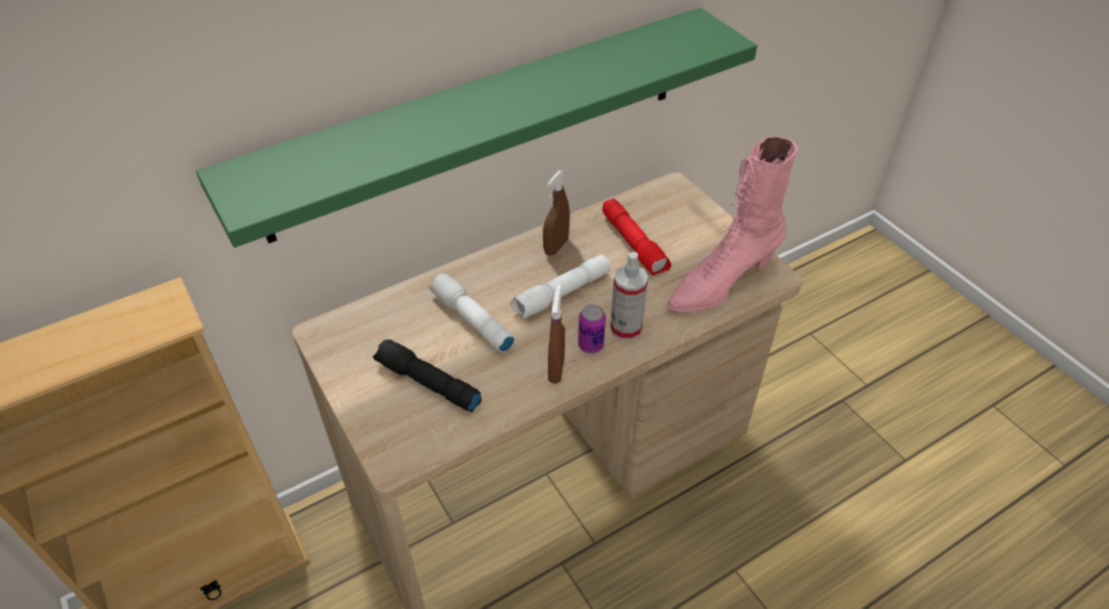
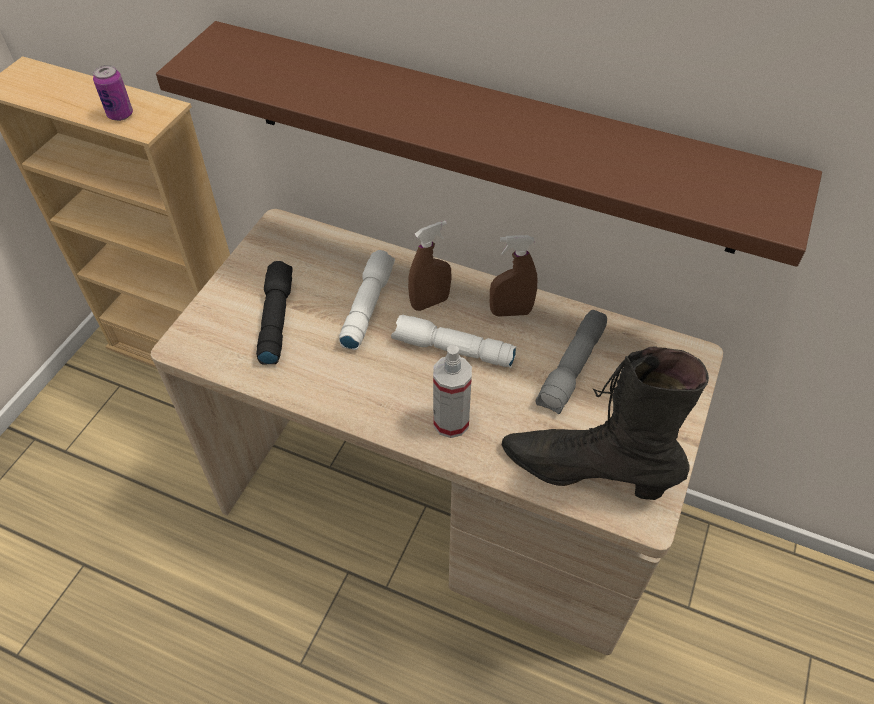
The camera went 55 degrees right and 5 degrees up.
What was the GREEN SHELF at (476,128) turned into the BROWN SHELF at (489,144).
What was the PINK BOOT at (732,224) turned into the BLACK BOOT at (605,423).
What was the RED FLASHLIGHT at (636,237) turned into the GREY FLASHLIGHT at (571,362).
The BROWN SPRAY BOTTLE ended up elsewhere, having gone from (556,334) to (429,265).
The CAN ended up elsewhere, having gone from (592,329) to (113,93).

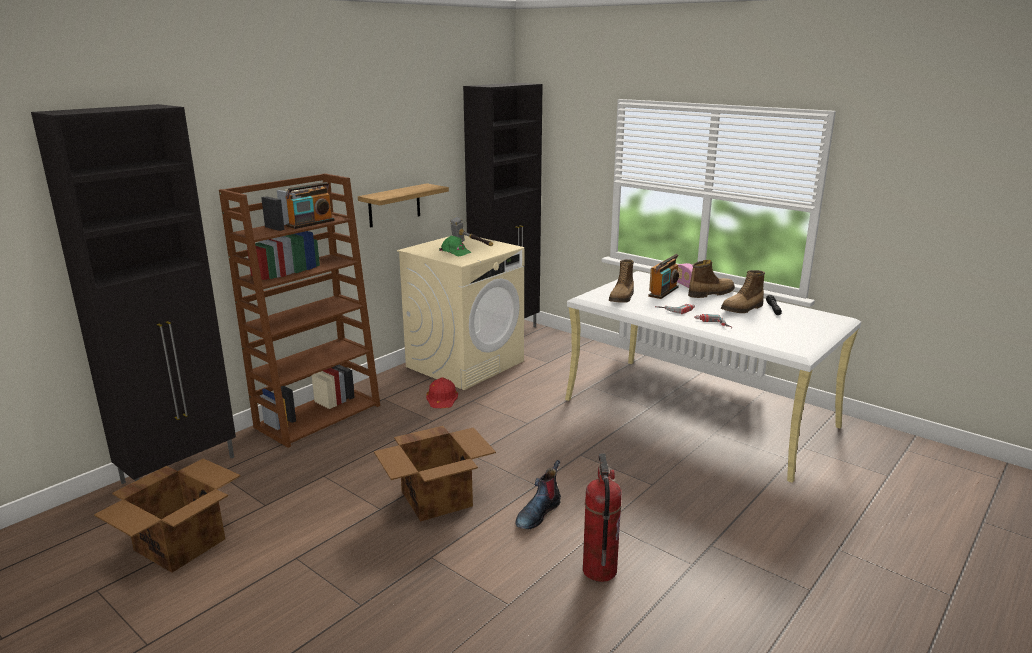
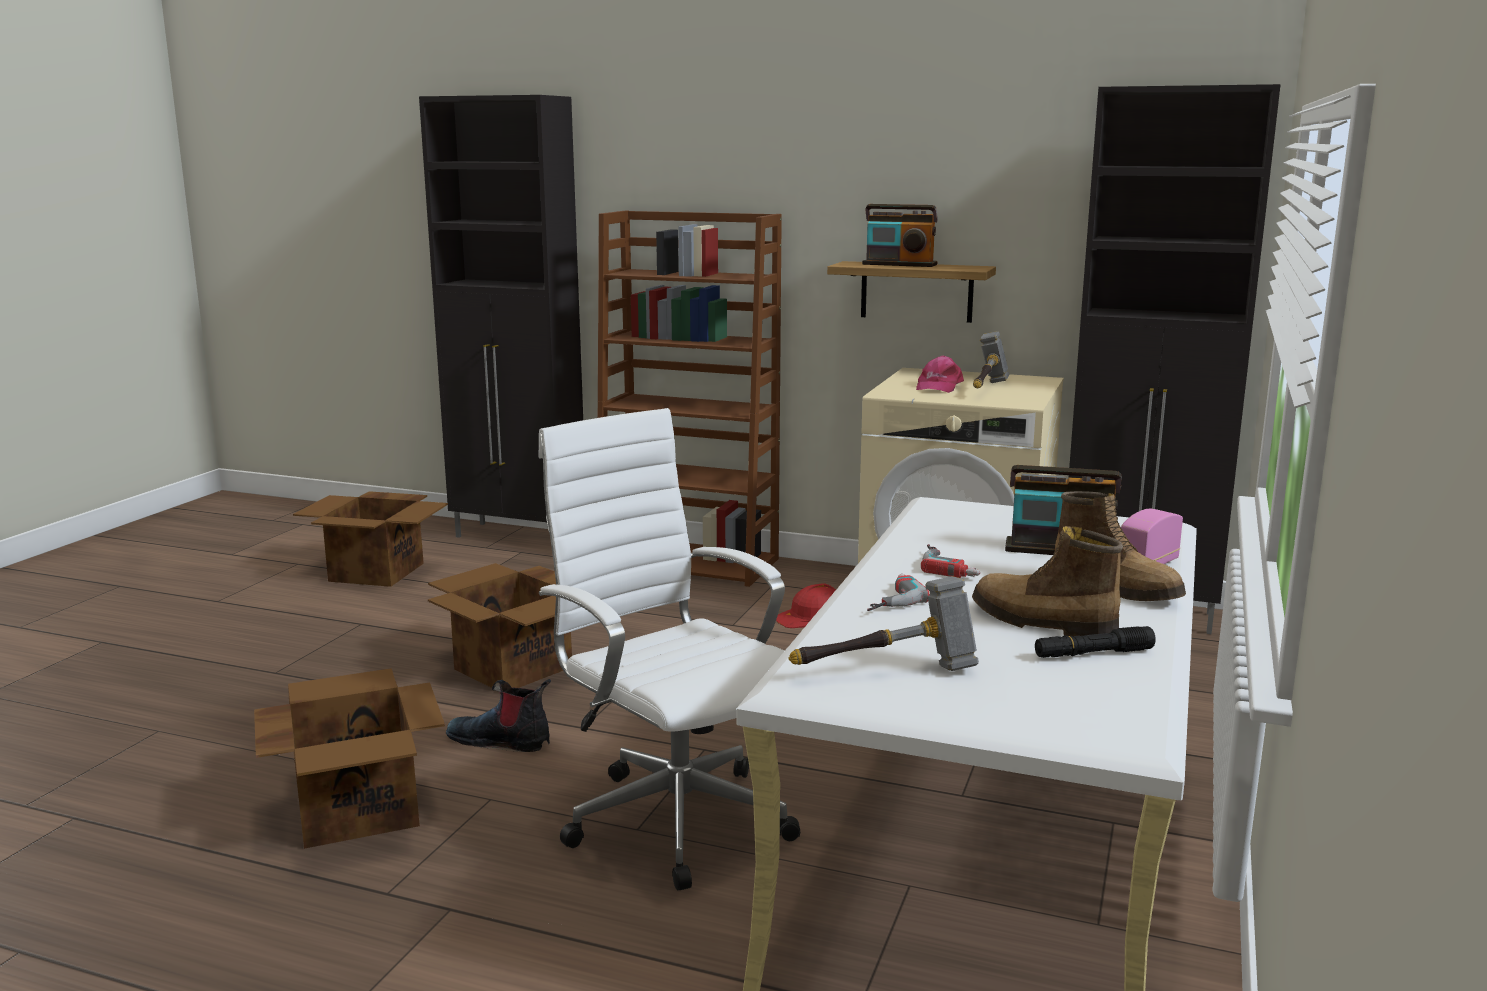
The camera went 70 degrees right and 5 degrees down.
The RADIO ended up elsewhere, having gone from (310,205) to (900,235).
What was the GREEN CAP at (455,246) turned into the PINK CAP at (940,374).
The second view lost the BOOT at (621,281).
Where the FIRE EXTINGUISHER stood at (602,518), the CARDBOARD BOX came to stand at (349,758).
The second view gained the WHITE OFFICE CHAIR at (669,649).
The second view gained the HAMMER at (883,623).

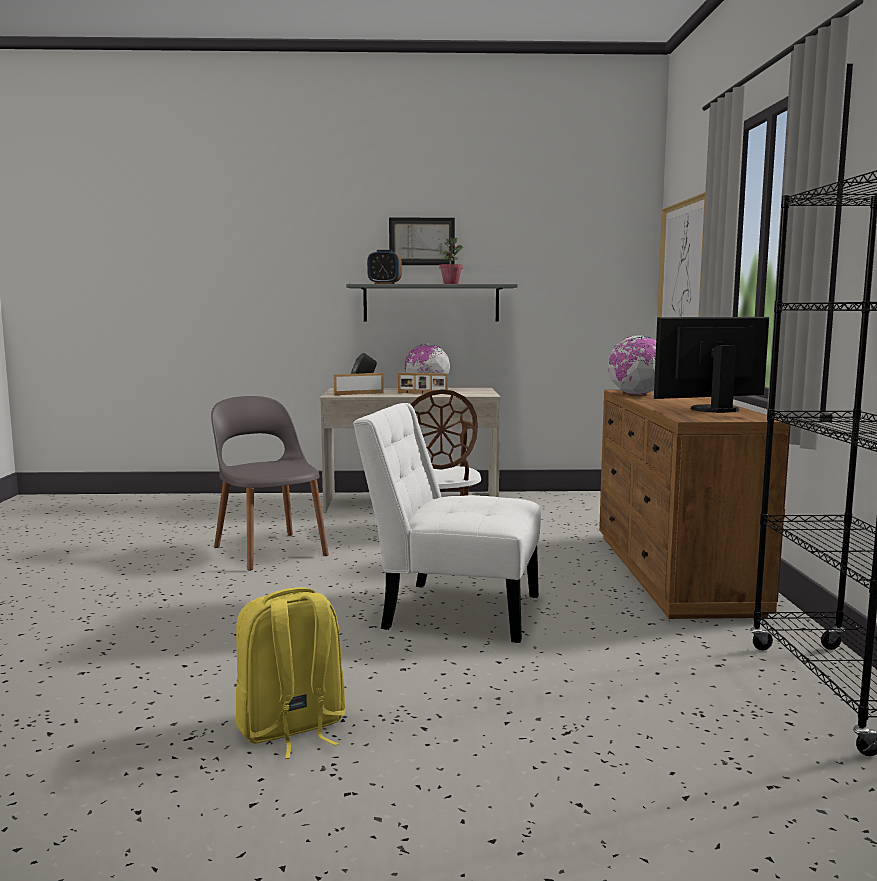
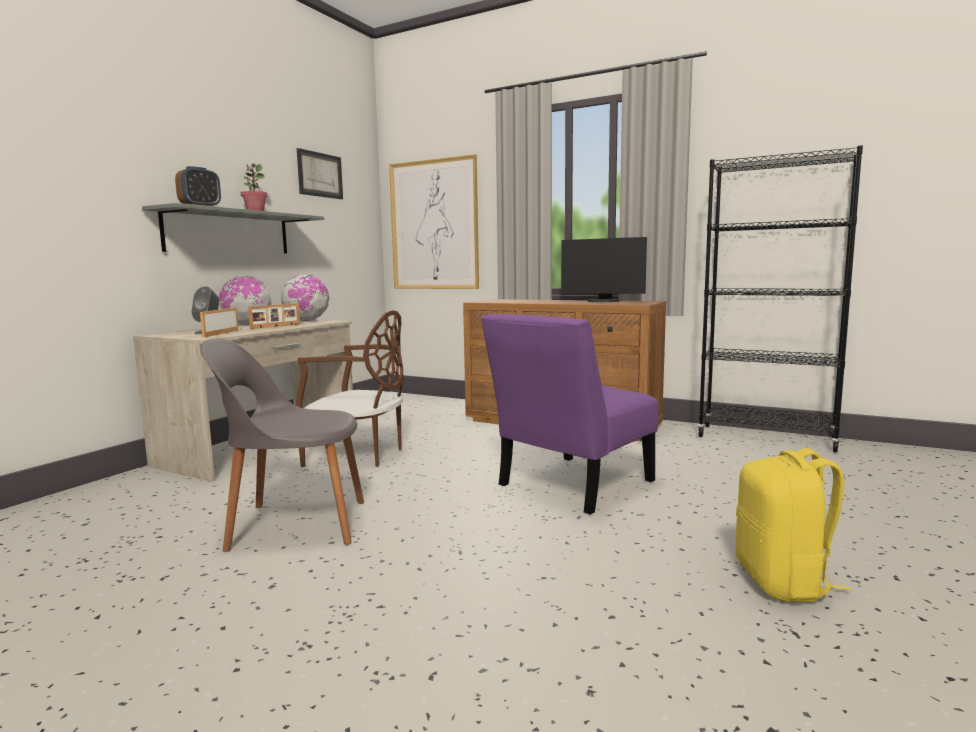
The camera went 60 degrees left and 0 degrees up.
The PICTURE ended up elsewhere, having gone from (422,241) to (320,173).
The MONITOR at (711,365) ended up facing another way, 75 degrees counterclockwise from before.
The GLOBE ended up elsewhere, having gone from (632,365) to (305,297).
What was the WHITE CHAIR at (447,523) turned into the PURPLE CHAIR at (569,414).

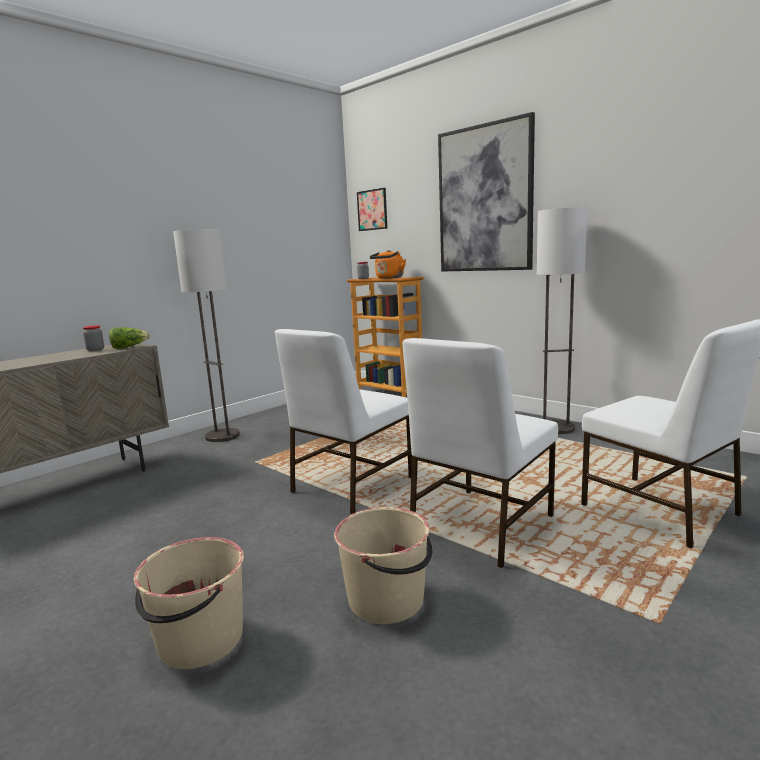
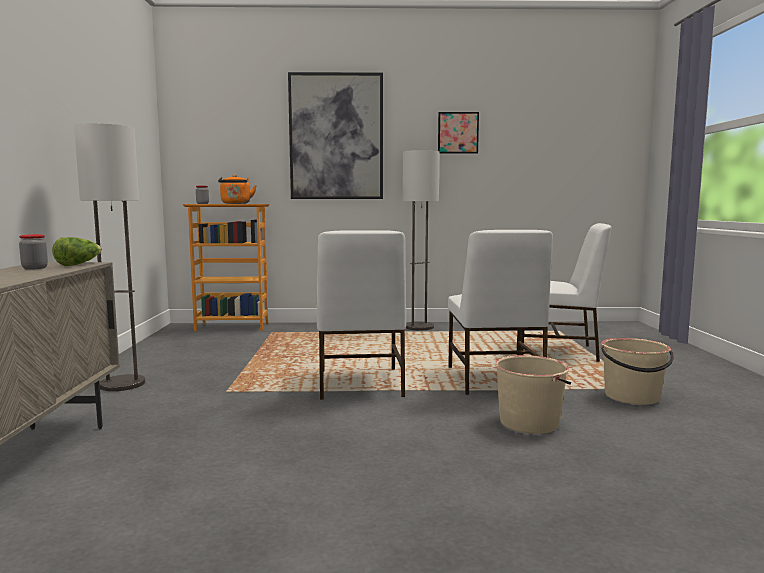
The camera went 45 degrees left and 5 degrees down.
The PICTURE ended up elsewhere, having gone from (372,209) to (458,133).
The BEIGE BUCKET ended up elsewhere, having gone from (189,603) to (637,371).

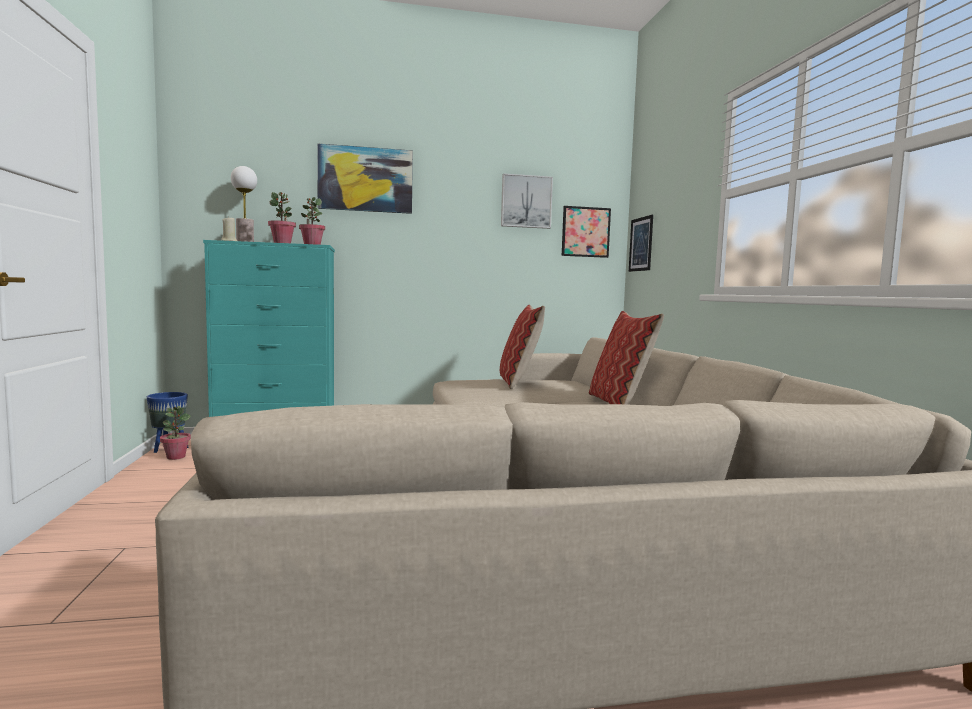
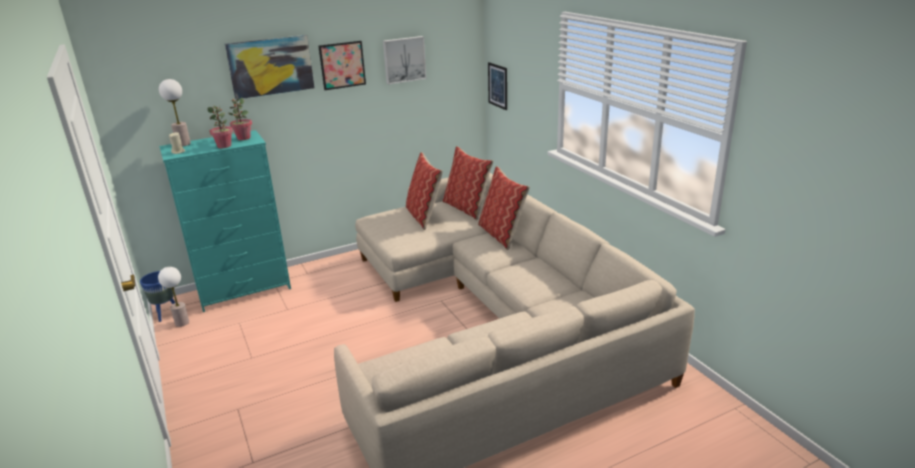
The camera went 15 degrees left and 20 degrees up.
The PICTURE ended up elsewhere, having gone from (586,232) to (342,65).
Where the POTTED PLANT stood at (175,433), the TABLE LAMP came to stand at (173,297).
The second view gained the PILLOW at (468,183).

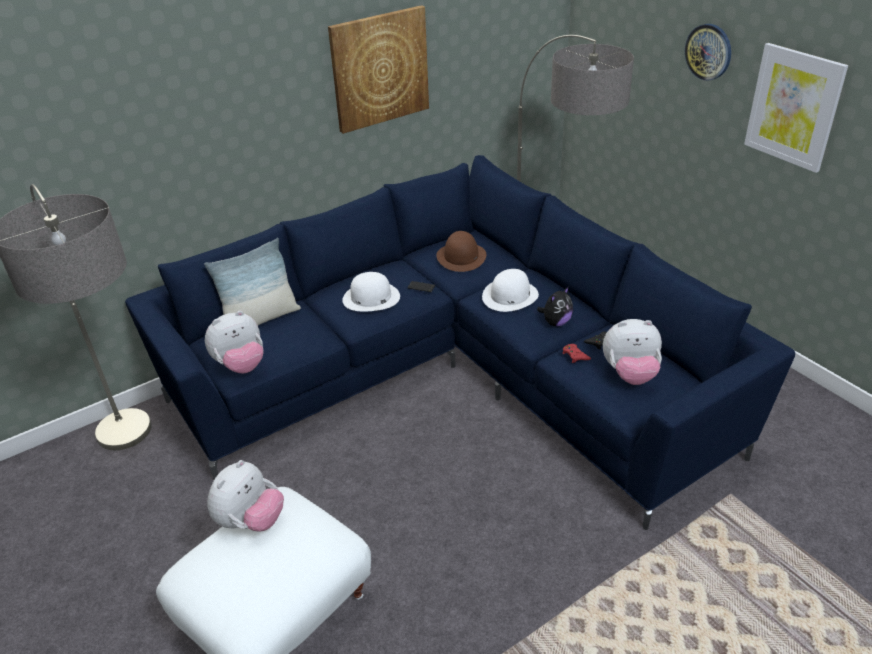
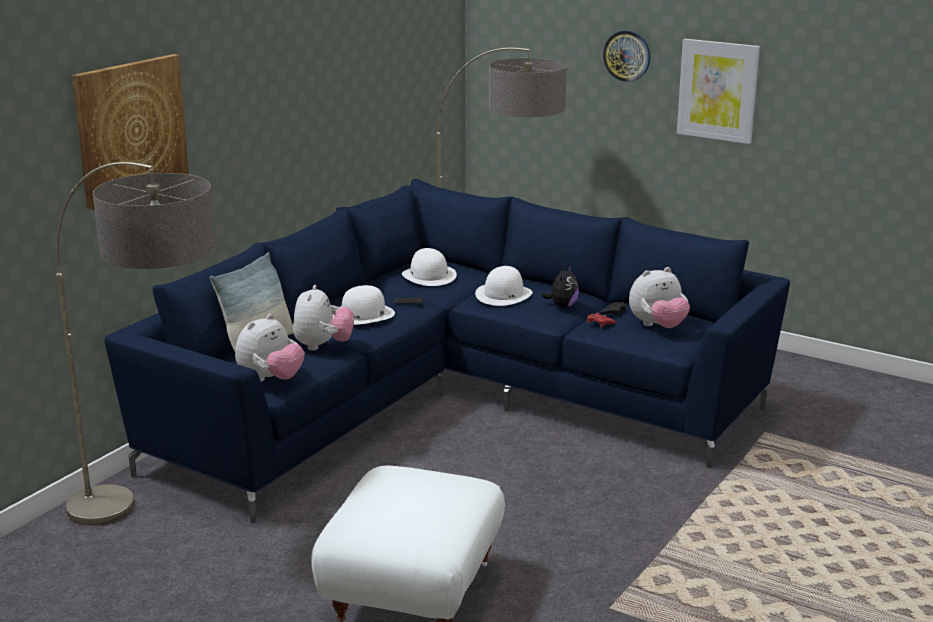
The camera went 25 degrees left and 15 degrees down.
The PICTURE ended up elsewhere, having gone from (378,69) to (130,132).
What was the BROWN HAT at (461,251) turned into the WHITE HAT at (429,267).
The PLUSH TOY ended up elsewhere, having gone from (245,496) to (323,318).

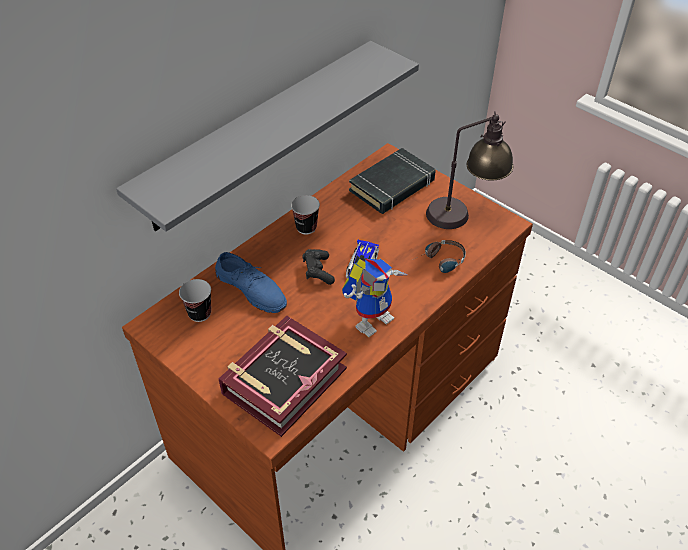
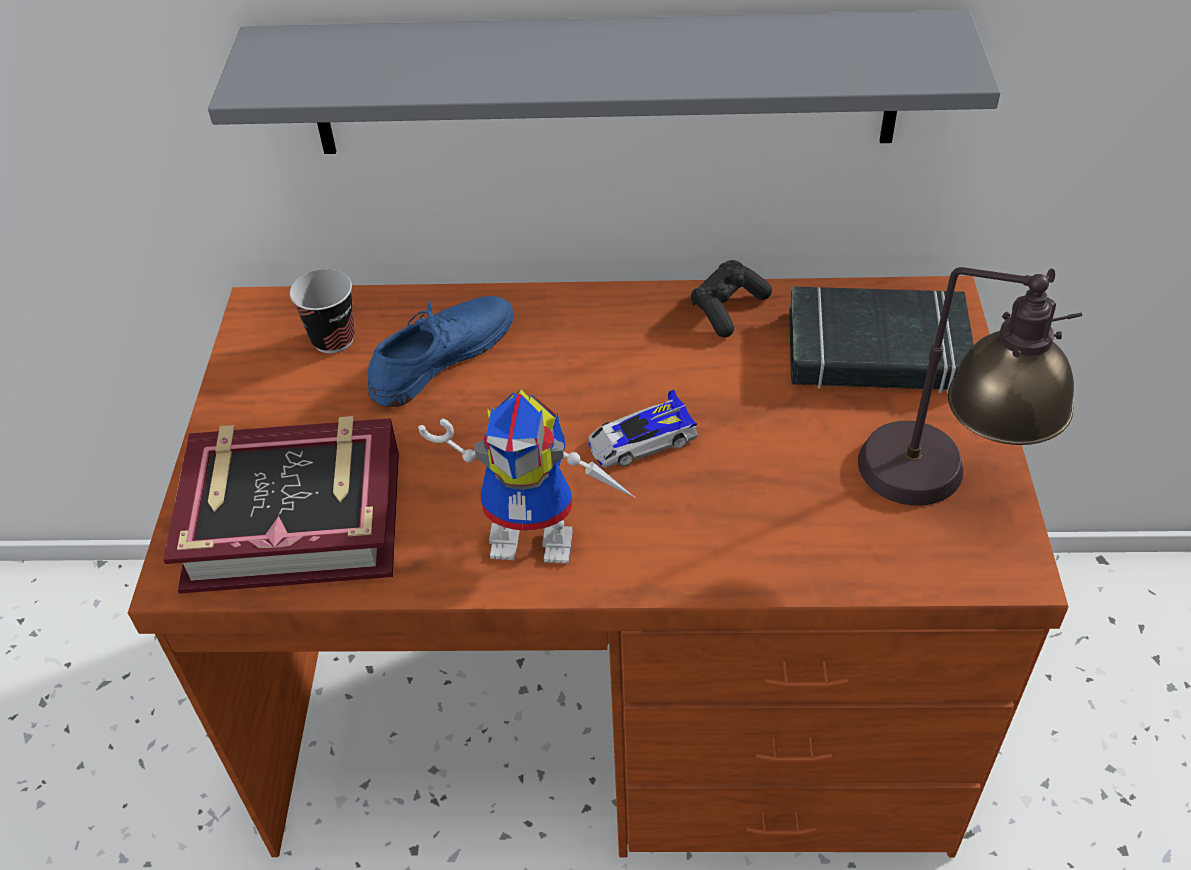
The camera went 50 degrees right and 0 degrees up.
The second view lost the CUP at (305,214).
The second view lost the HEADPHONES at (444,256).
The BLACK GAME CONTROLLER ended up elsewhere, having gone from (318,267) to (731,299).
The BLUE SHOE at (251,282) ended up facing another way, 135 degrees counterclockwise from before.

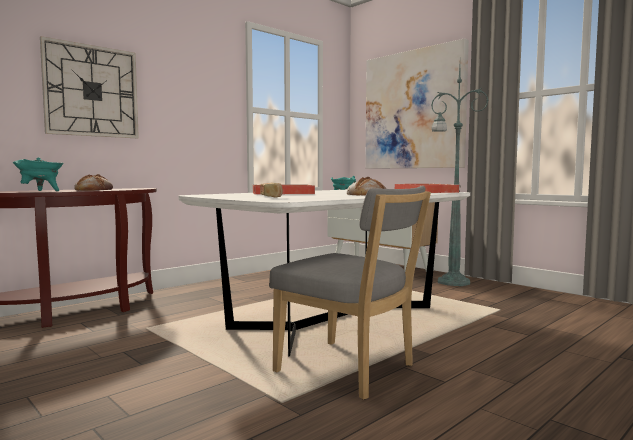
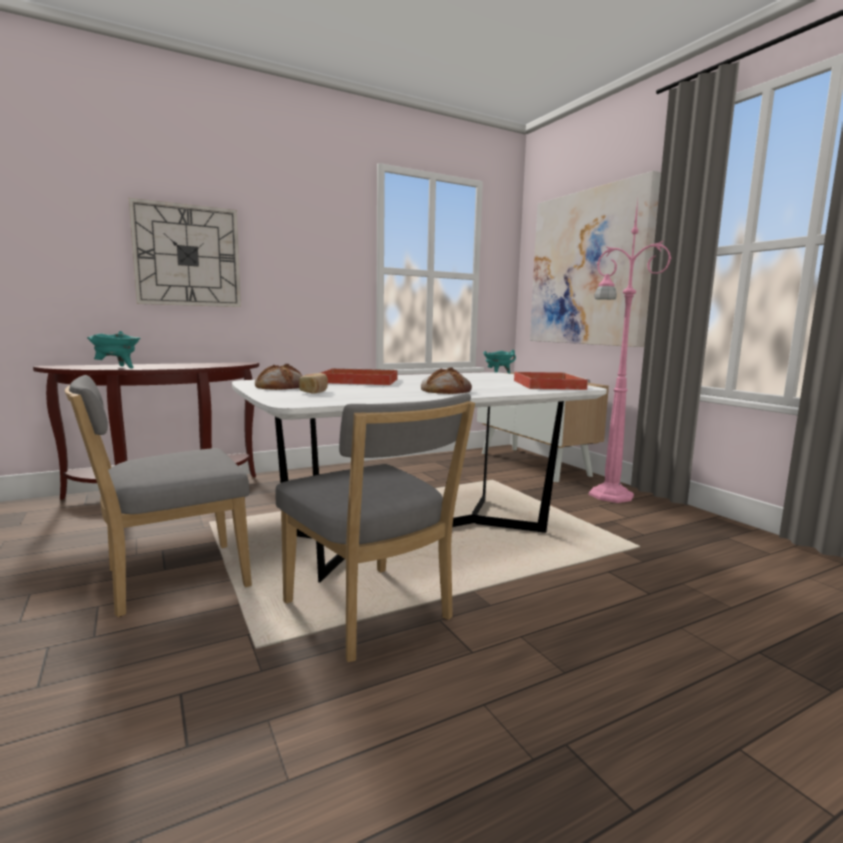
The camera went 15 degrees right and 5 degrees up.
What was the GREEN FLOOR LAMP at (460,176) turned into the PINK FLOOR LAMP at (630,351).
The BREAD ended up elsewhere, having gone from (93,182) to (278,377).
The second view gained the GREY CHAIR at (158,496).

